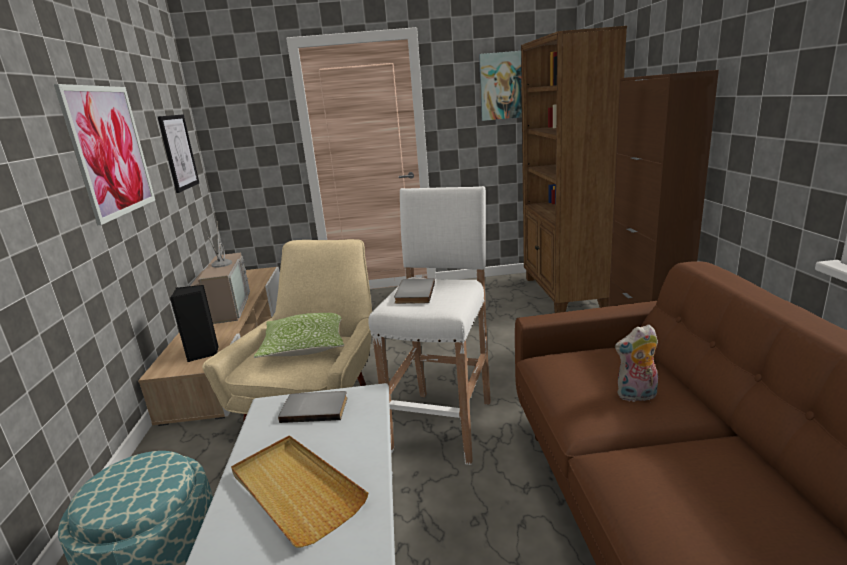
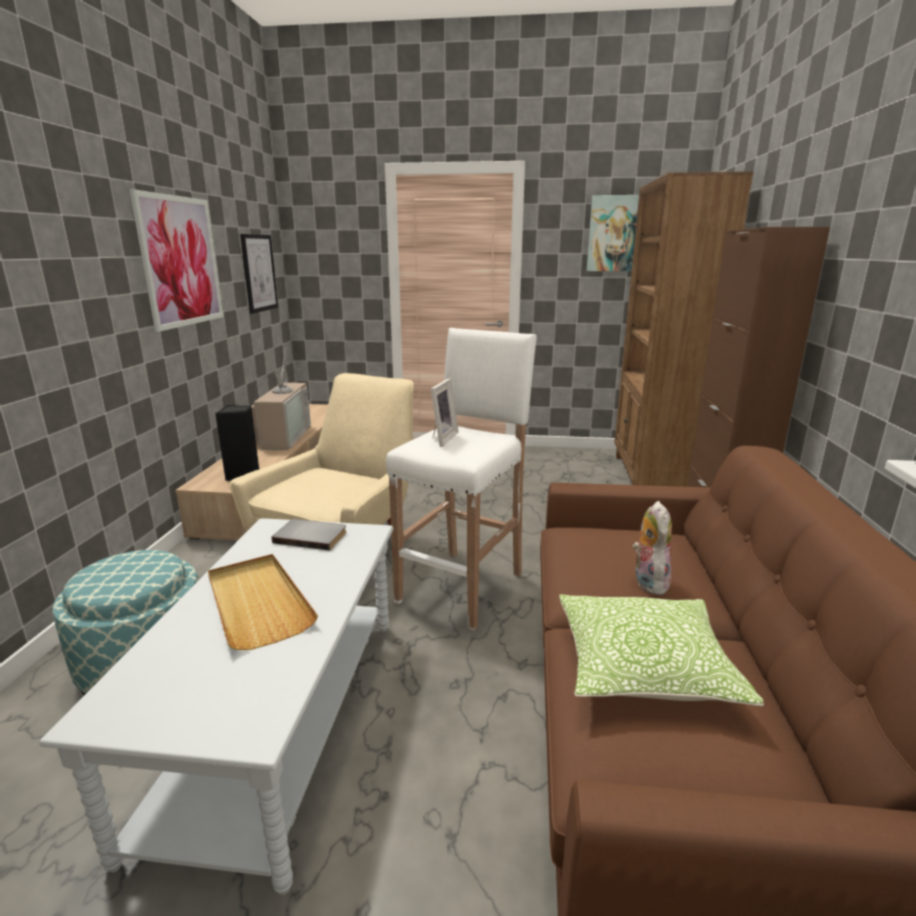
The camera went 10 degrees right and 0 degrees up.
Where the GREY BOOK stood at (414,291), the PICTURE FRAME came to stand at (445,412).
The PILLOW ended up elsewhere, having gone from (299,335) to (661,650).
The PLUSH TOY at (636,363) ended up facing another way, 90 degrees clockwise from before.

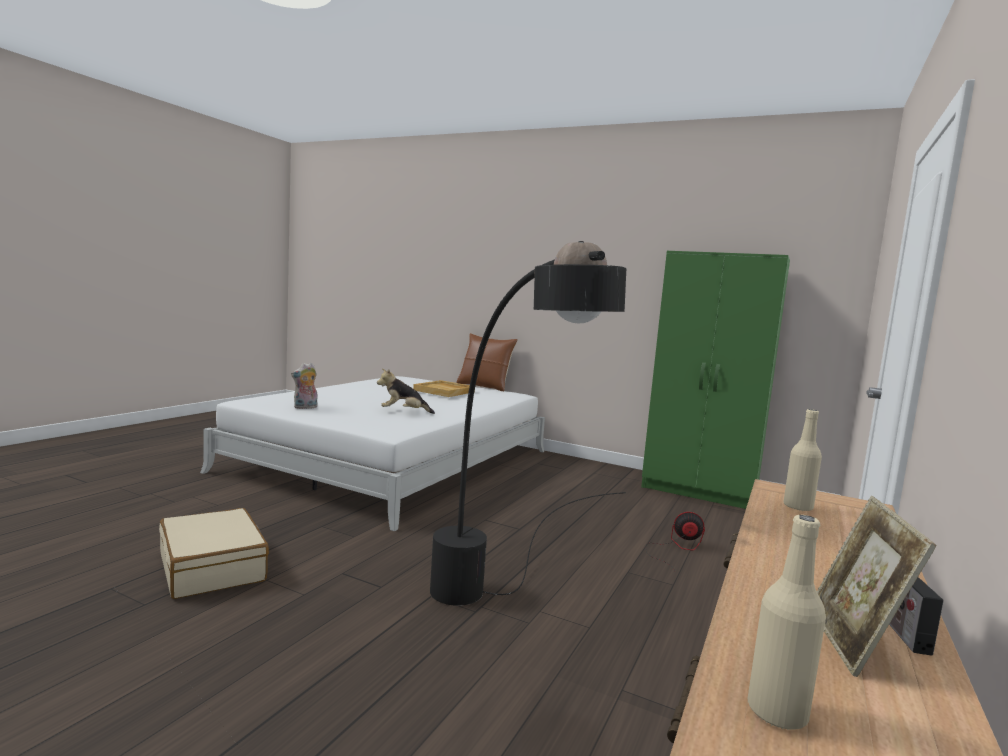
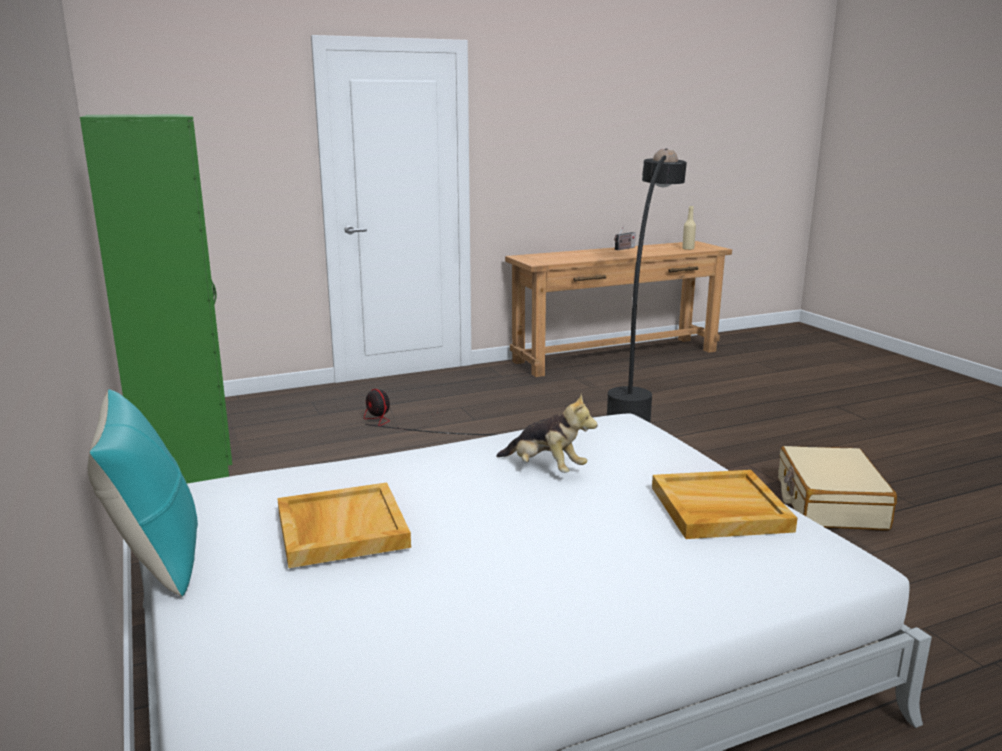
The camera went 140 degrees left and 10 degrees up.
What was the BROWN PILLOW at (487,362) turned into the TURQUOISE PILLOW at (142,493).
Where the PLUSH TOY stood at (304,386), the BEIGE TRAY came to stand at (725,504).
The second view lost the BEIGE BOTTLE at (802,460).
The second view lost the PICTURE FRAME at (877,586).

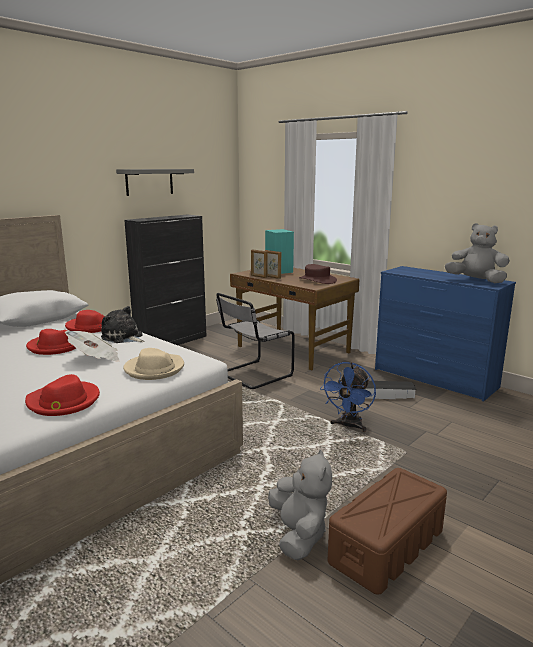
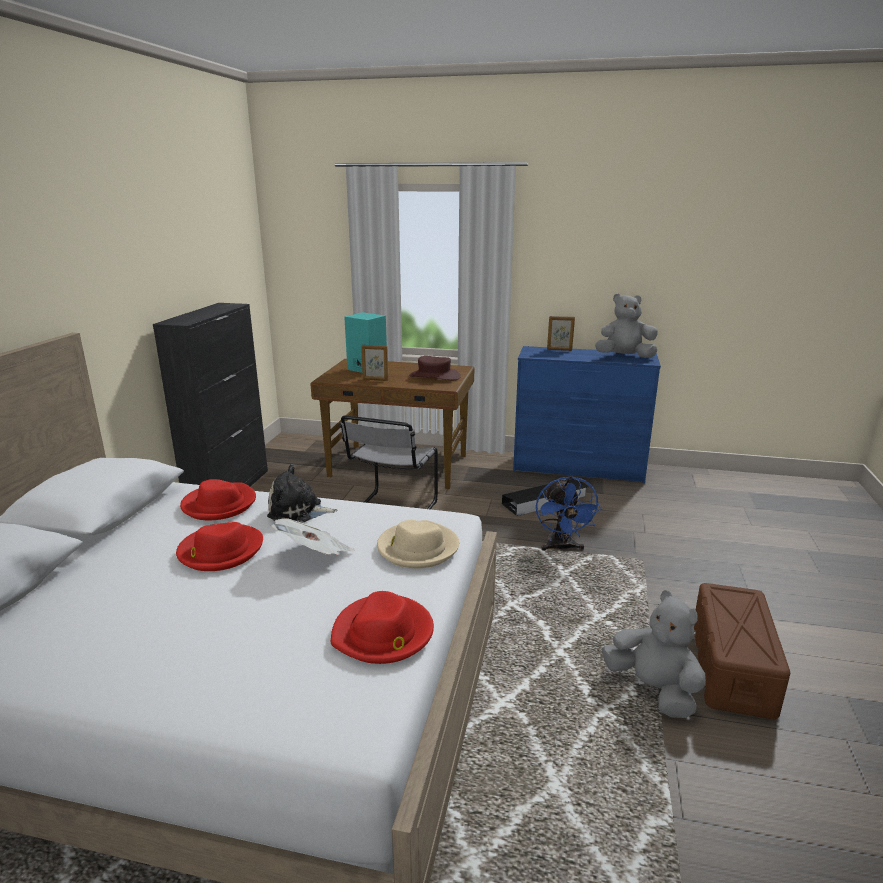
The camera went 30 degrees left and 5 degrees up.
The second view lost the GREY SHELF at (155,182).
The PICTURE FRAME ended up elsewhere, having gone from (259,263) to (561,333).

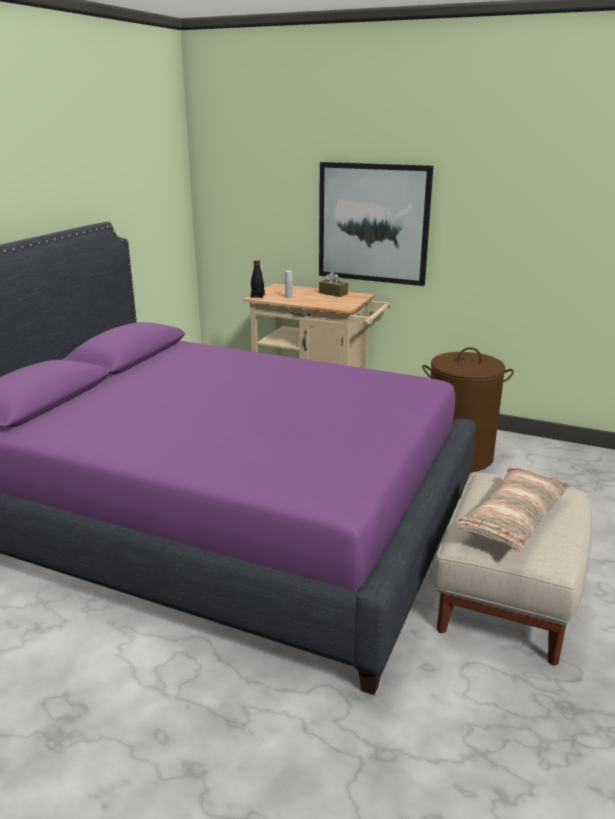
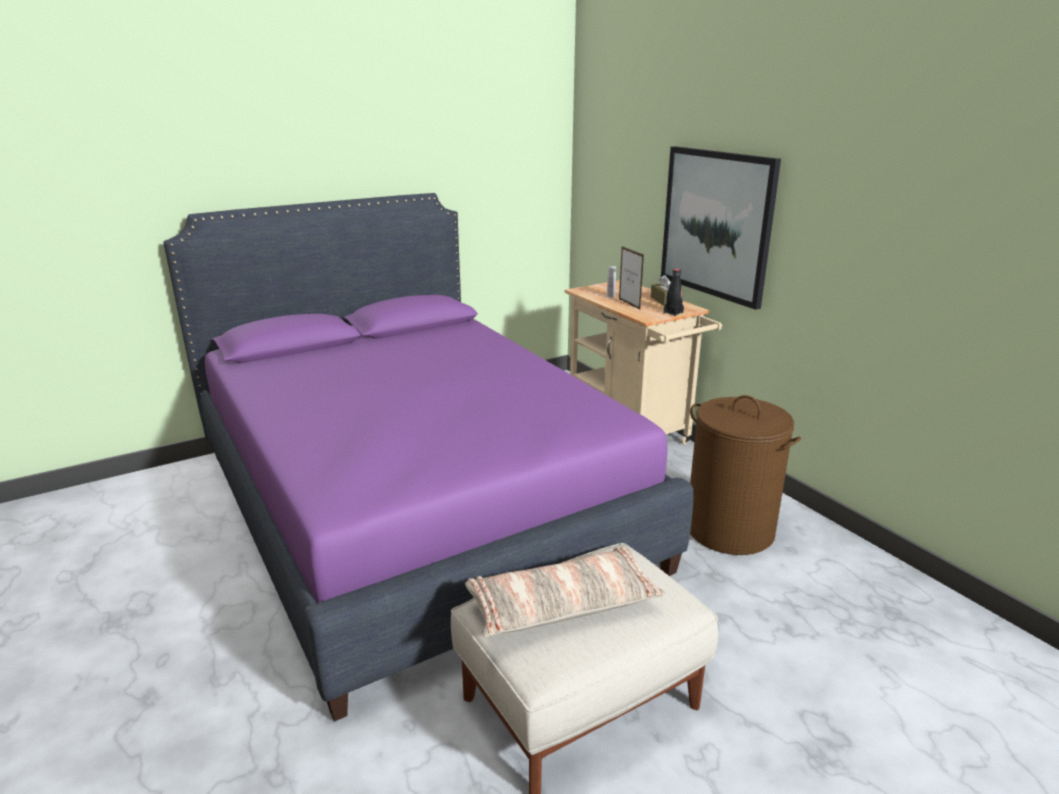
The camera went 35 degrees right and 0 degrees up.
The BLACK BOTTLE ended up elsewhere, having gone from (258,279) to (674,292).
The second view gained the PICTURE FRAME at (631,278).

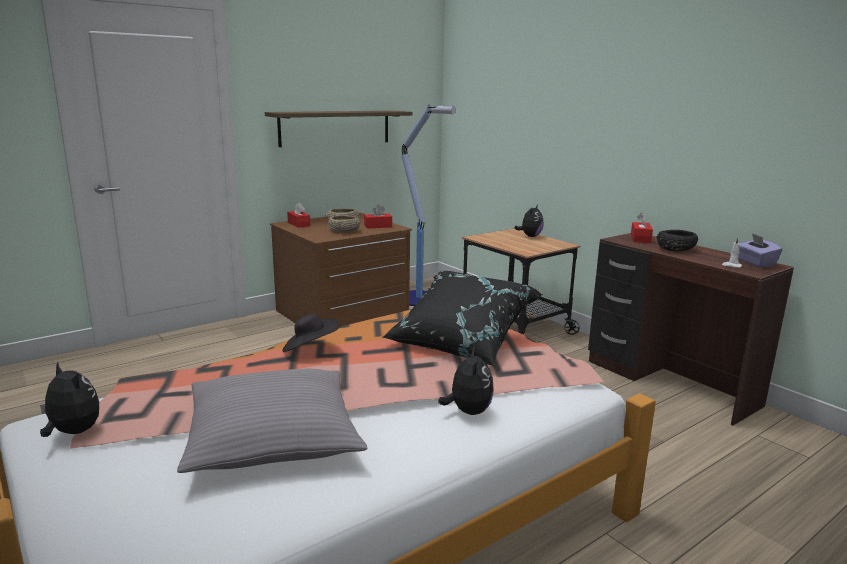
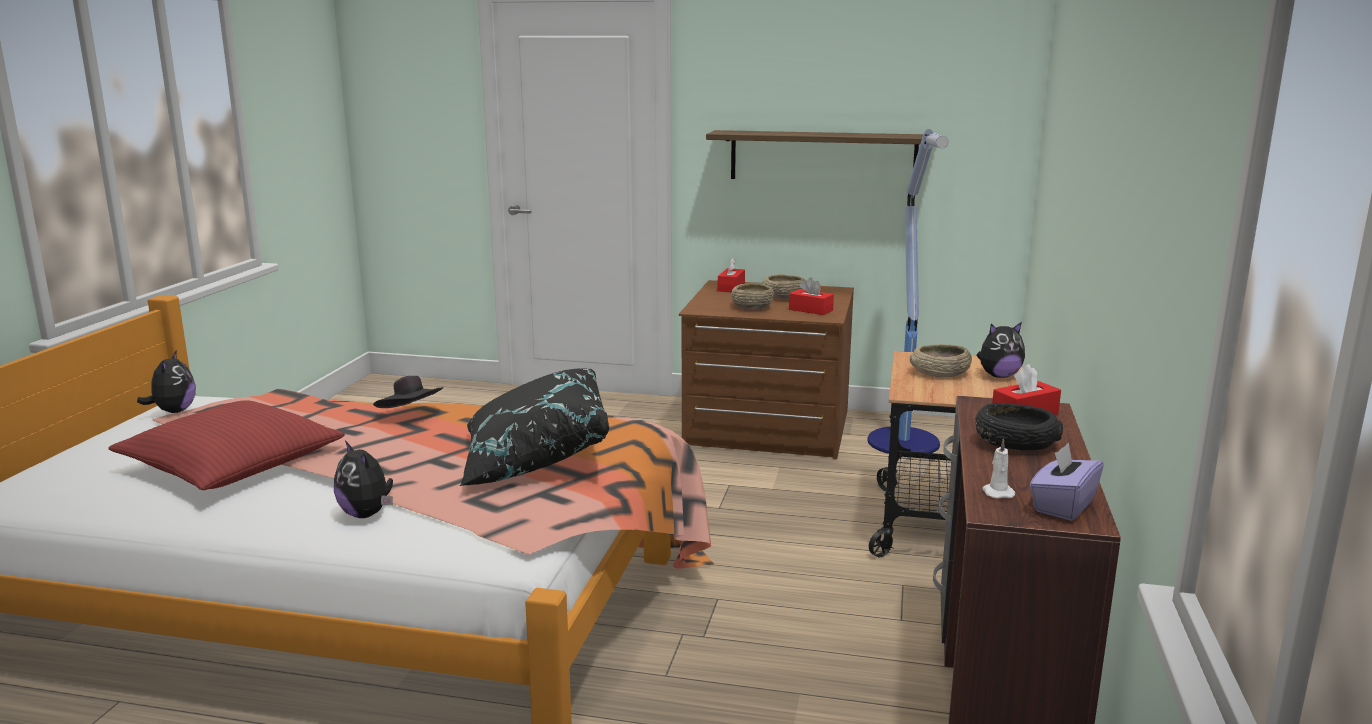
The camera went 50 degrees right and 0 degrees up.
The PLUSH TOY at (466,380) ended up facing another way, 90 degrees clockwise from before.
What was the GREY PILLOW at (272,421) turned into the RED PILLOW at (227,445).
The second view gained the BEIGE BOWL at (941,360).

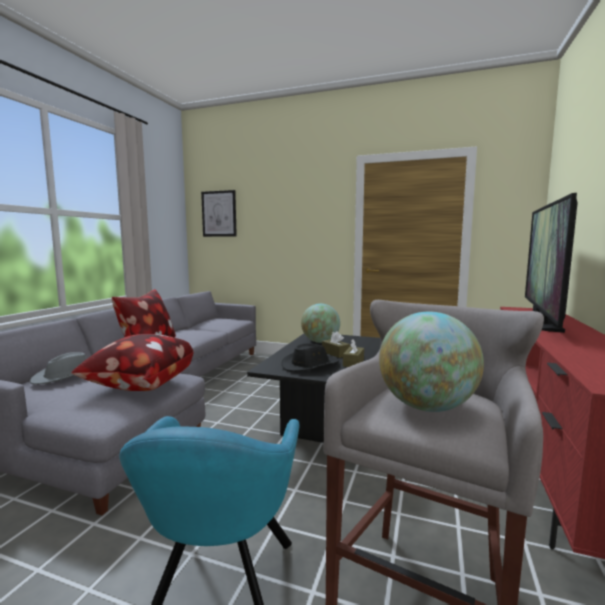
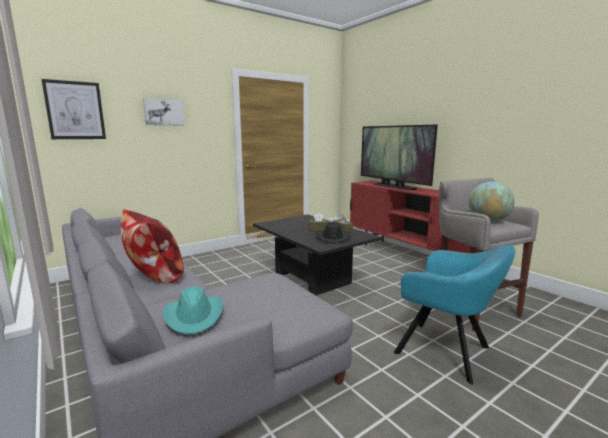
The camera went 55 degrees left and 5 degrees up.
The second view lost the GLOBE at (320,323).
The second view lost the PILLOW at (132,362).
What was the GREY HAT at (58,368) turned into the TURQUOISE HAT at (192,310).
The second view gained the PICTURE at (163,112).

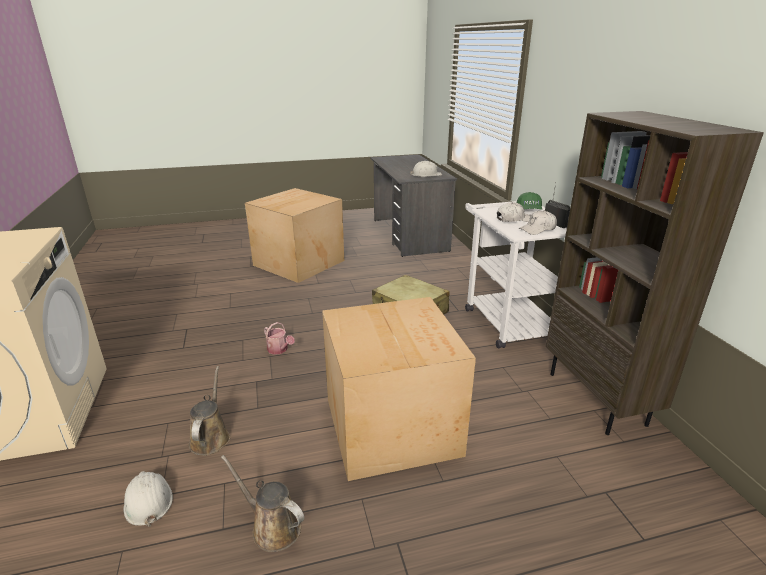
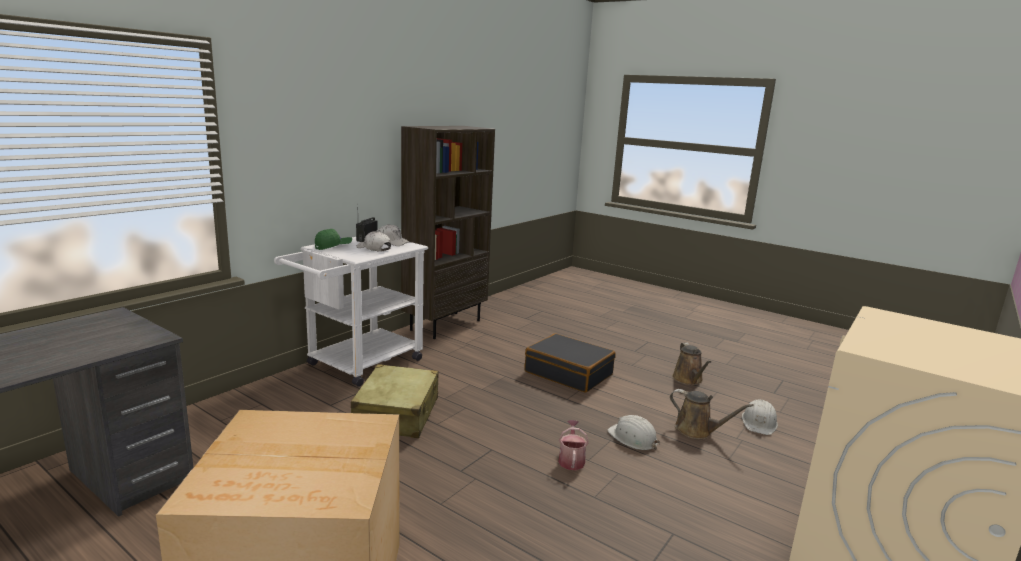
The camera went 130 degrees left and 10 degrees down.
The WHITE HARD HAT ended up elsewhere, having gone from (426,169) to (633,432).
Where the CARDBOARD BOX stood at (399,389), the BLACK SUITCASE came to stand at (570,362).
The BROWN WATERING CAN at (209,411) ended up facing another way, 105 degrees counterclockwise from before.

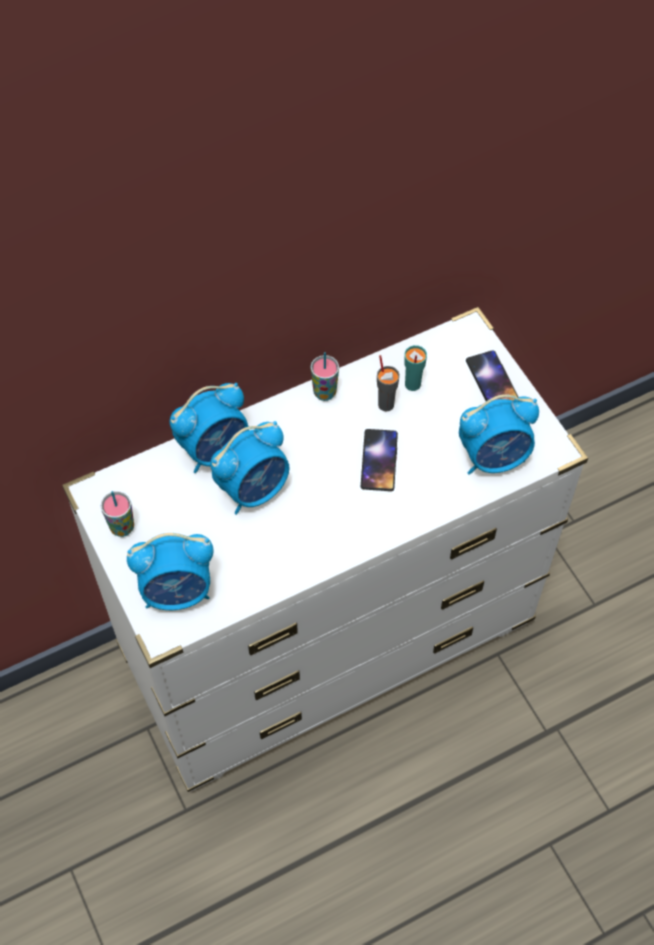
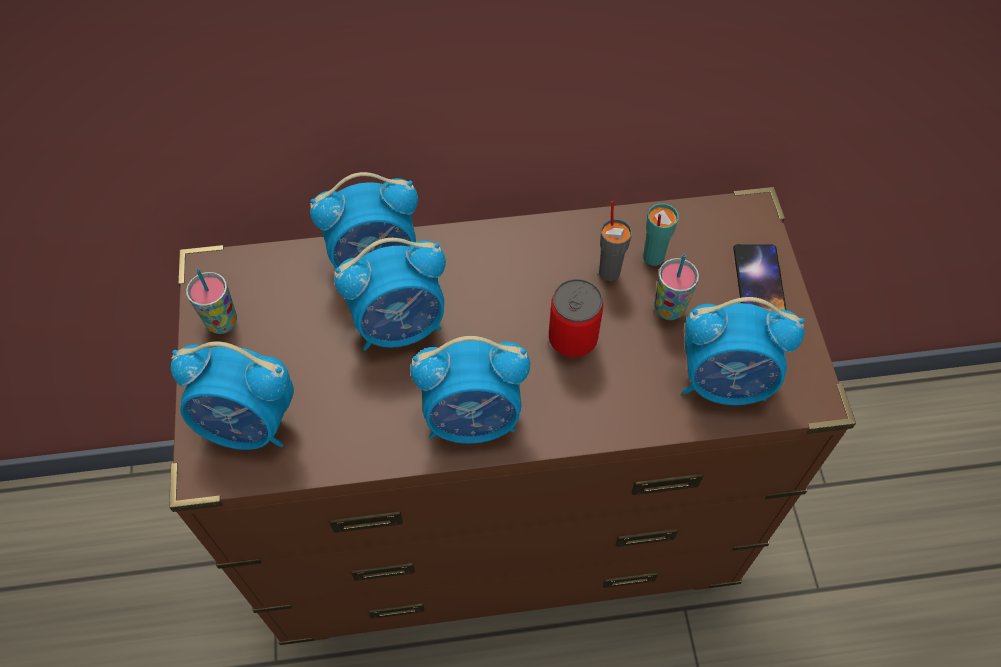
The camera went 20 degrees right and 0 degrees up.
What was the WHITE DRESSER at (325,549) turned into the BROWN DRESSER at (512,416).
The CUP ended up elsewhere, having gone from (325,376) to (676,287).
Where the PHONE stood at (379,460), the CAN came to stand at (576,318).
The second view gained the ALARM CLOCK at (470,390).

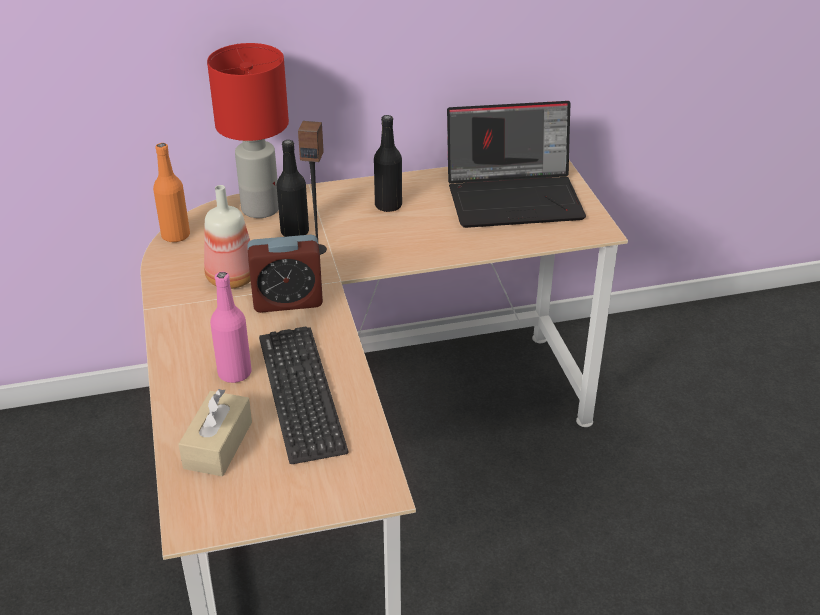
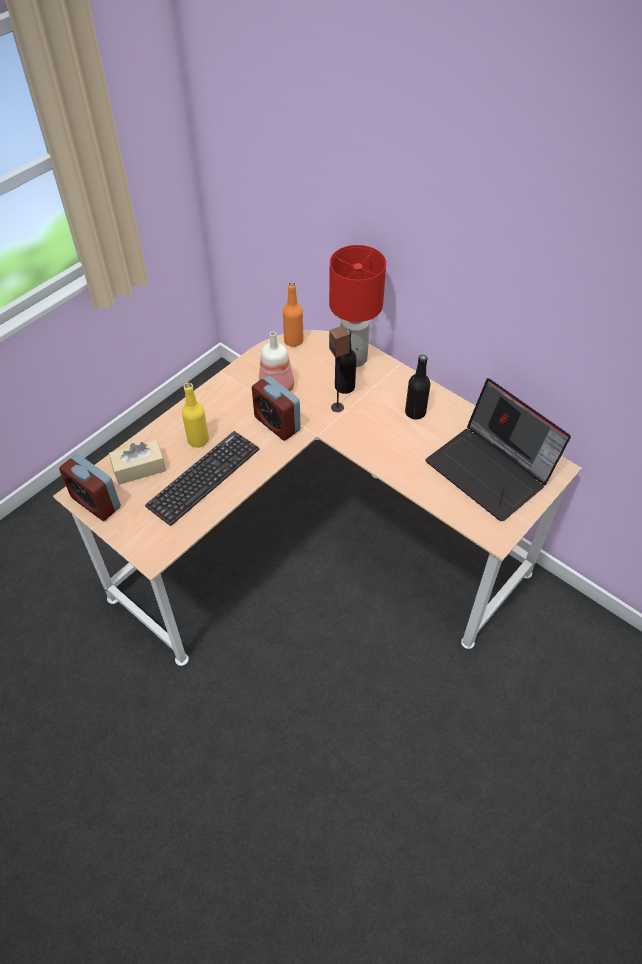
The camera went 55 degrees right and 15 degrees up.
What was the PINK BOTTLE at (231,327) turned into the YELLOW BOTTLE at (195,415).
The second view gained the ALARM CLOCK at (90,487).

